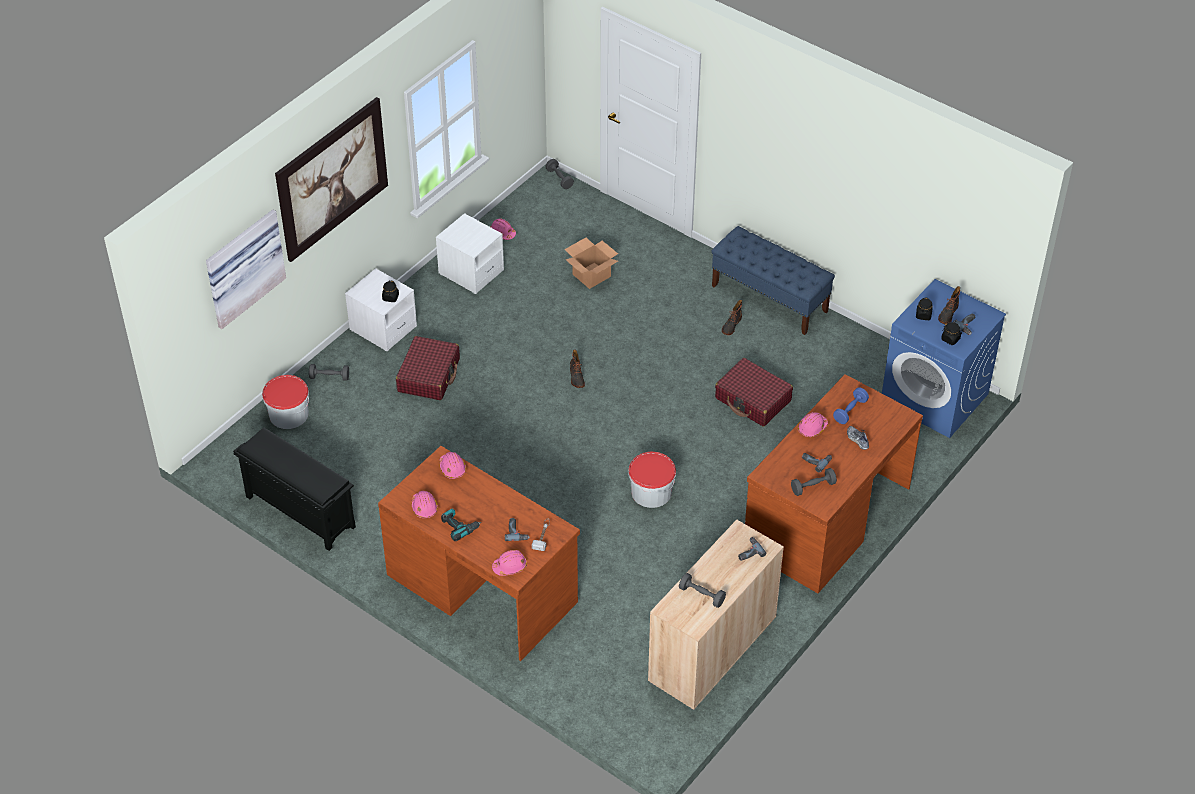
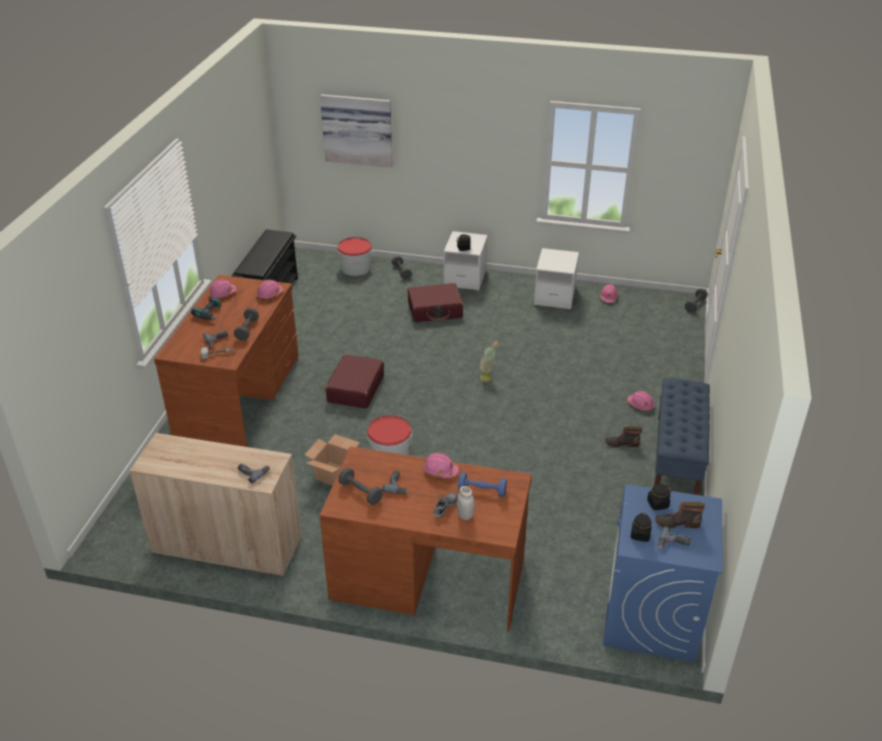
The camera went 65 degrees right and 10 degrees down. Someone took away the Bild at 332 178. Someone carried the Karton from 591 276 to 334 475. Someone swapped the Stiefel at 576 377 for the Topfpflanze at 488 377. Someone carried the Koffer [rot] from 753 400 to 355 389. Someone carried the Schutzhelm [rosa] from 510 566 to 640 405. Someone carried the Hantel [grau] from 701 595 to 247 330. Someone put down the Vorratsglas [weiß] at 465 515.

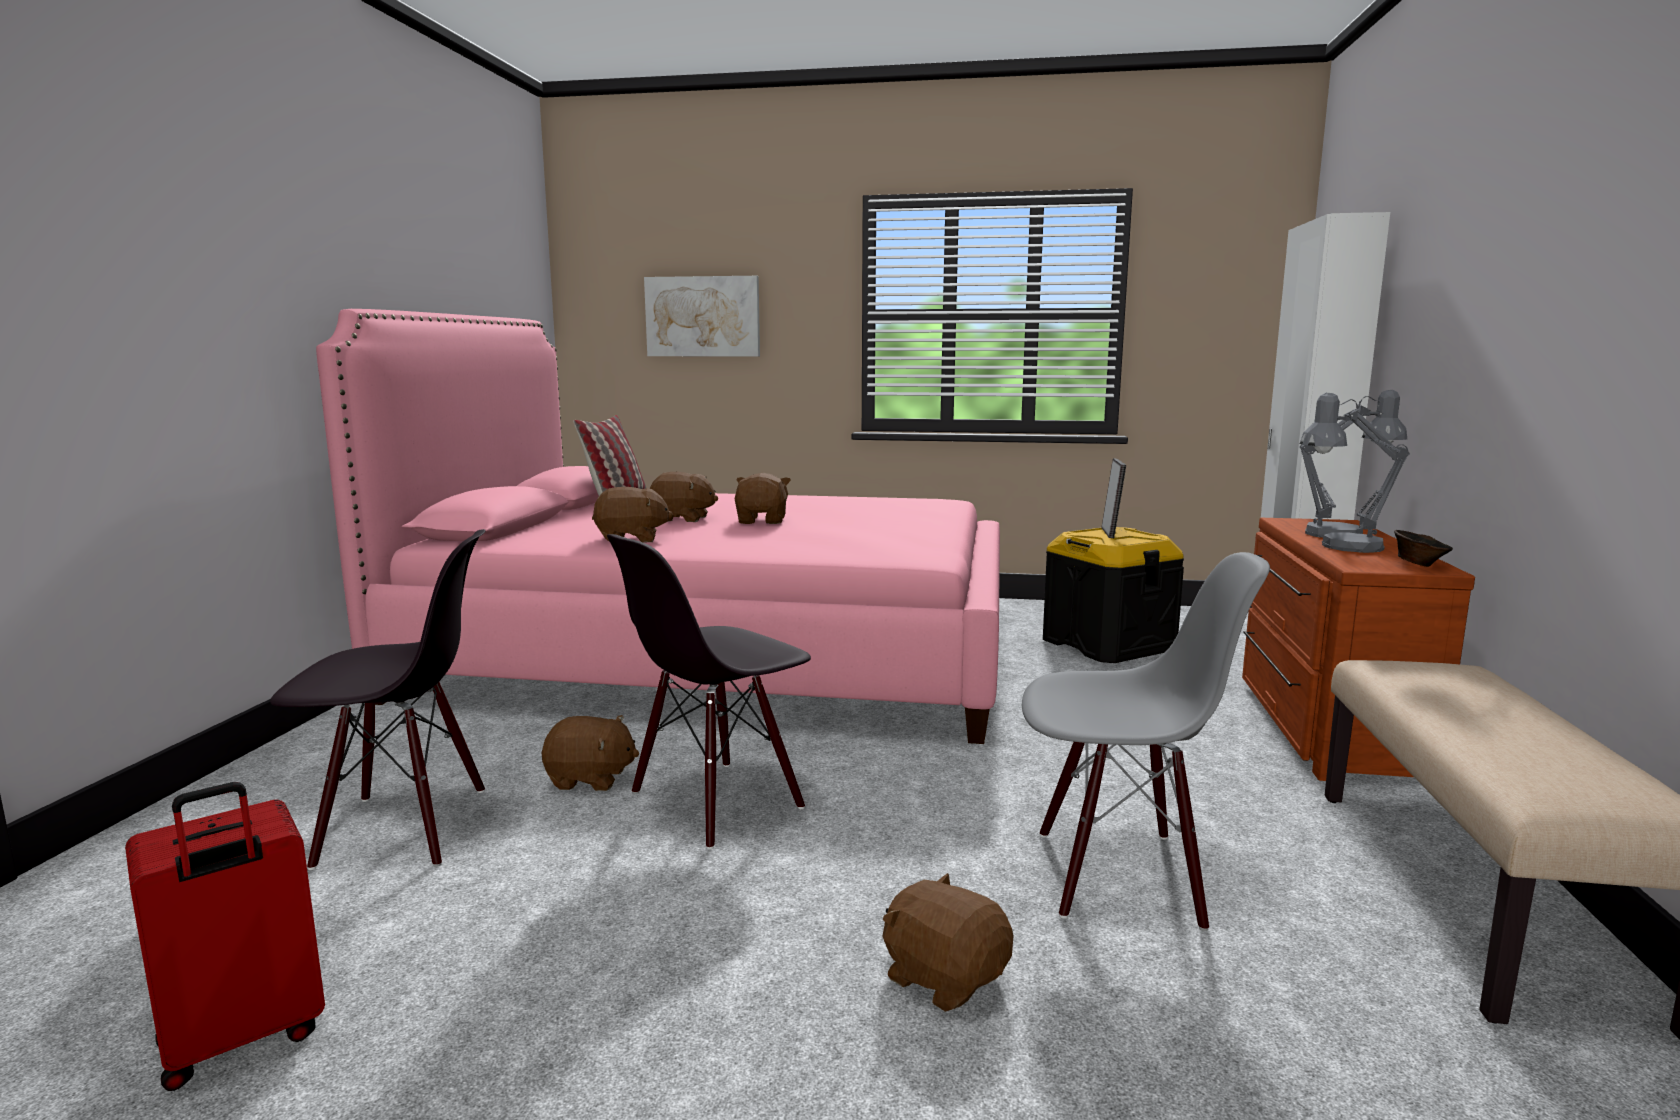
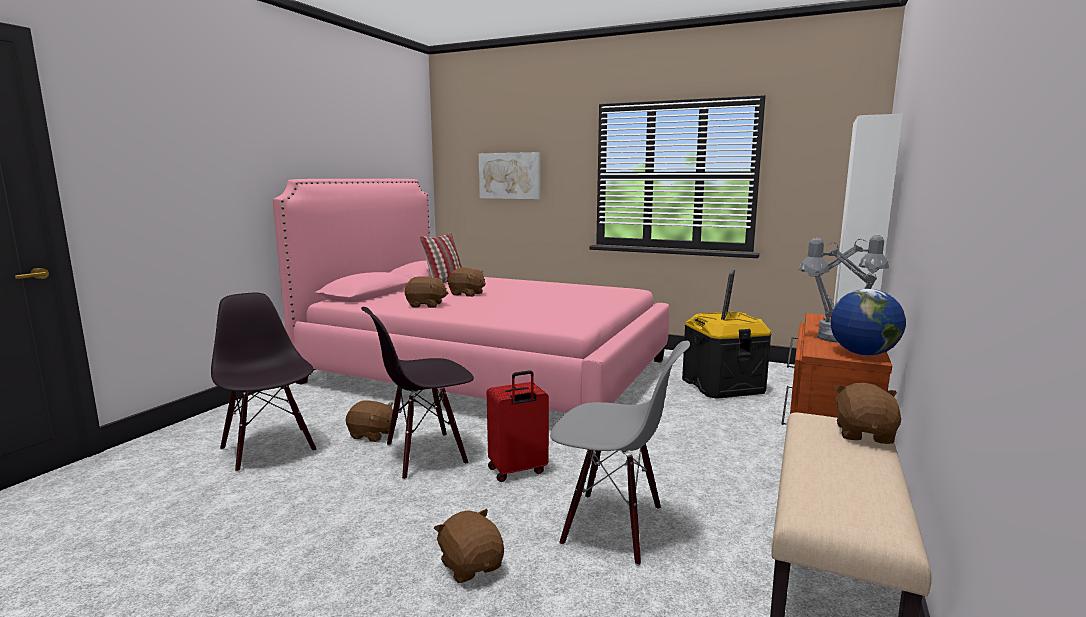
The camera went 15 degrees right and 0 degrees up. Someone carried the Plüschtier [braun] from 762 521 to 864 434. Someone rotated the Stuhl [schwarz] at 403 828 by 135 degrees counterclockwise. Someone swapped the Schüssel [braun] at 1418 565 for the Globus at 862 354. Someone carried the Koffer [rot] from 242 1040 to 517 471.

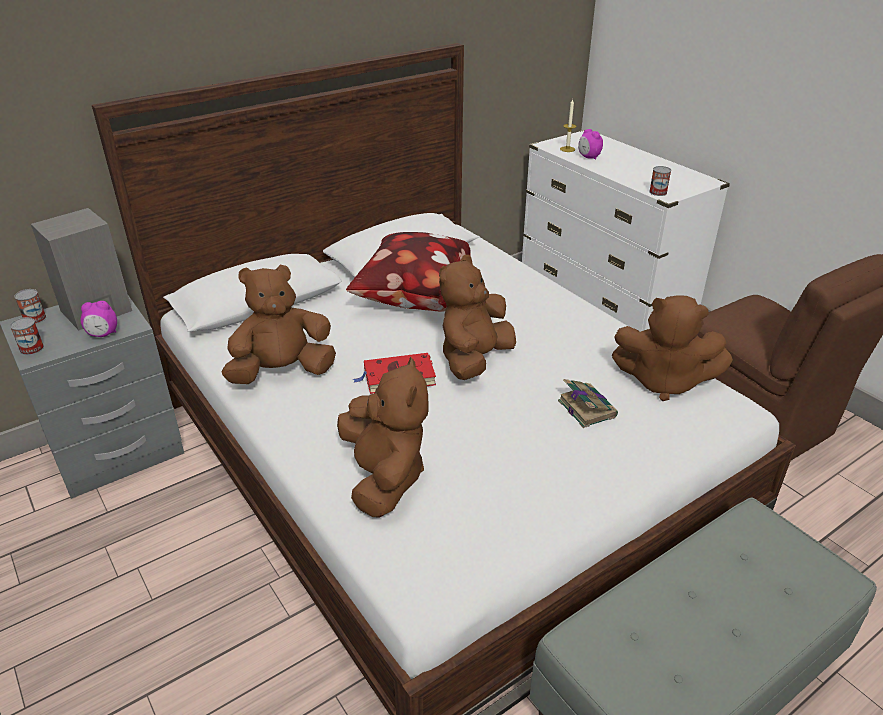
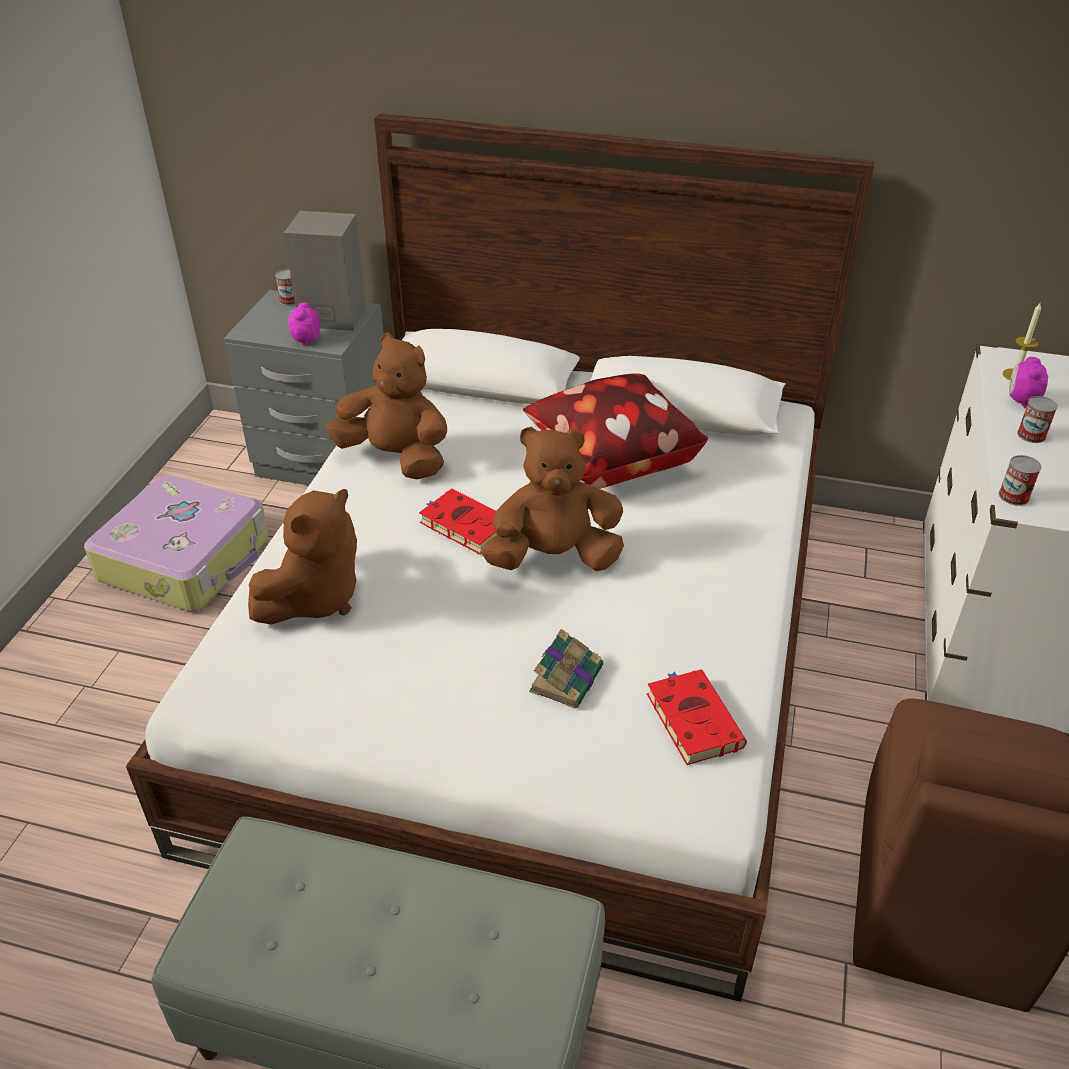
The camera went 50 degrees right and 5 degrees up. Someone swapped the Plüschtier [braun] at 663 381 for the Buch [rot] at 692 718. Someone rotated the Wecker at 103 334 by 60 degrees clockwise. Someone carried the Dose from 32 349 to 1031 435. Someone put down the Koffer at 187 559.

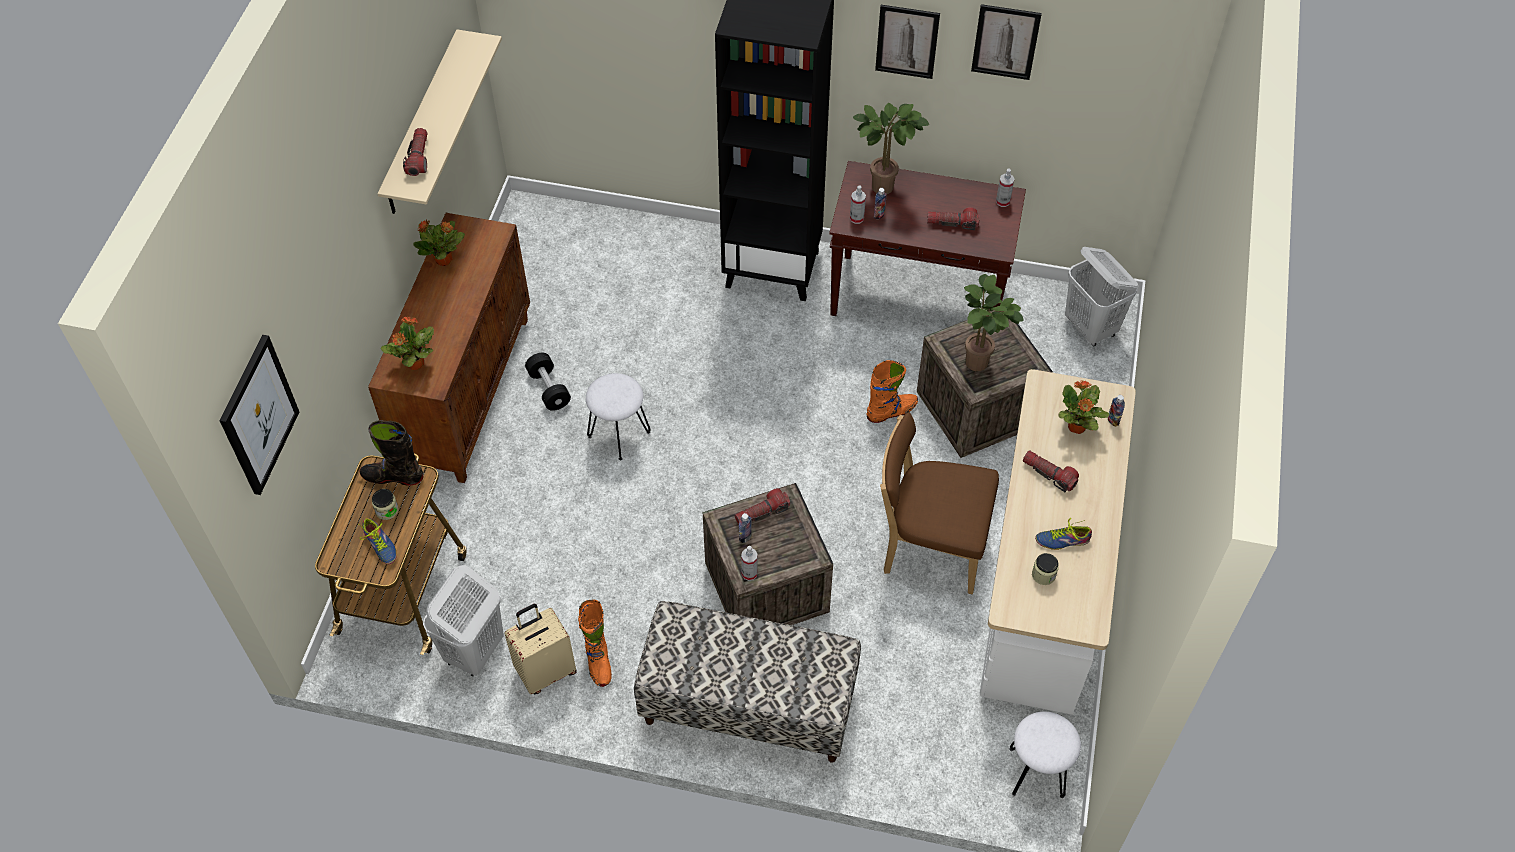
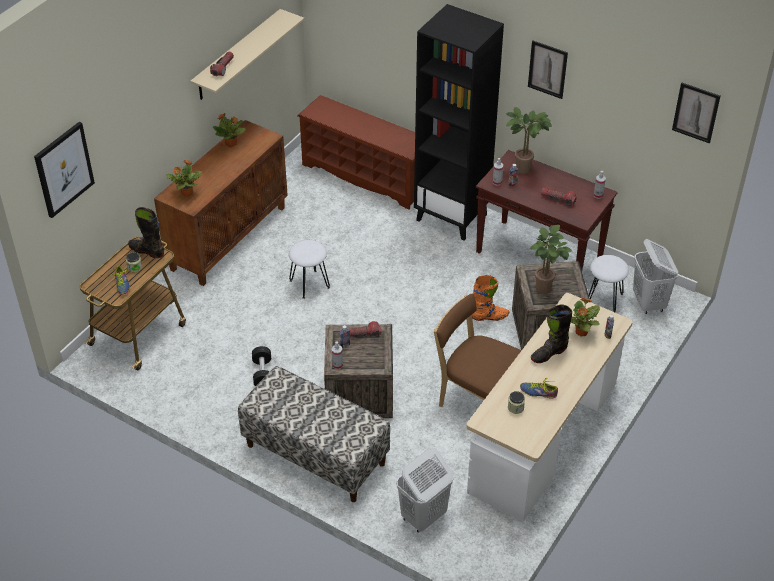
The camera went 20 degrees right and 10 degrees down. Someone carried the Bild from 1005 42 to 696 112. Someone carried the Hantel [schwarz] from 549 389 to 262 373. Someone swapped the Taschenlampe at 1049 474 for the Stiefel [schwarz] at 549 353. Someone carried the Wäschekorb [weiß] from 474 651 to 423 517. Someone took away the Stiefel [orange] at 598 661. Someone took away the Koffer [beige] at 546 671. Someone carried the Hocker [weiß] from 1036 773 to 604 299. Someone put down the Schuhregal [braun] at 366 176.

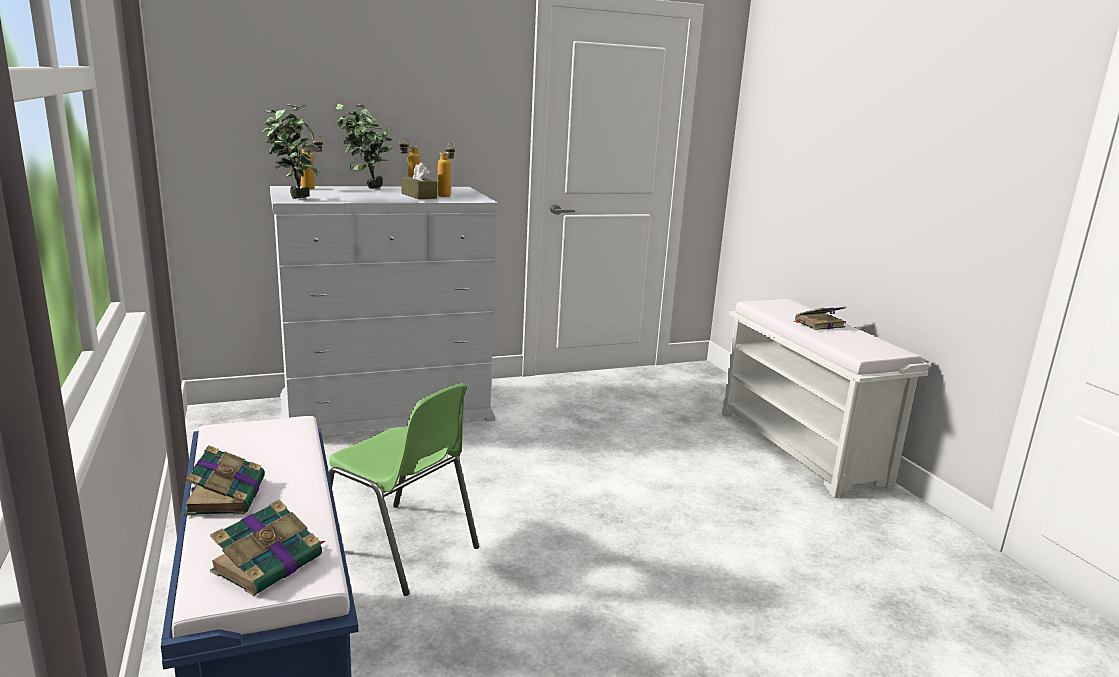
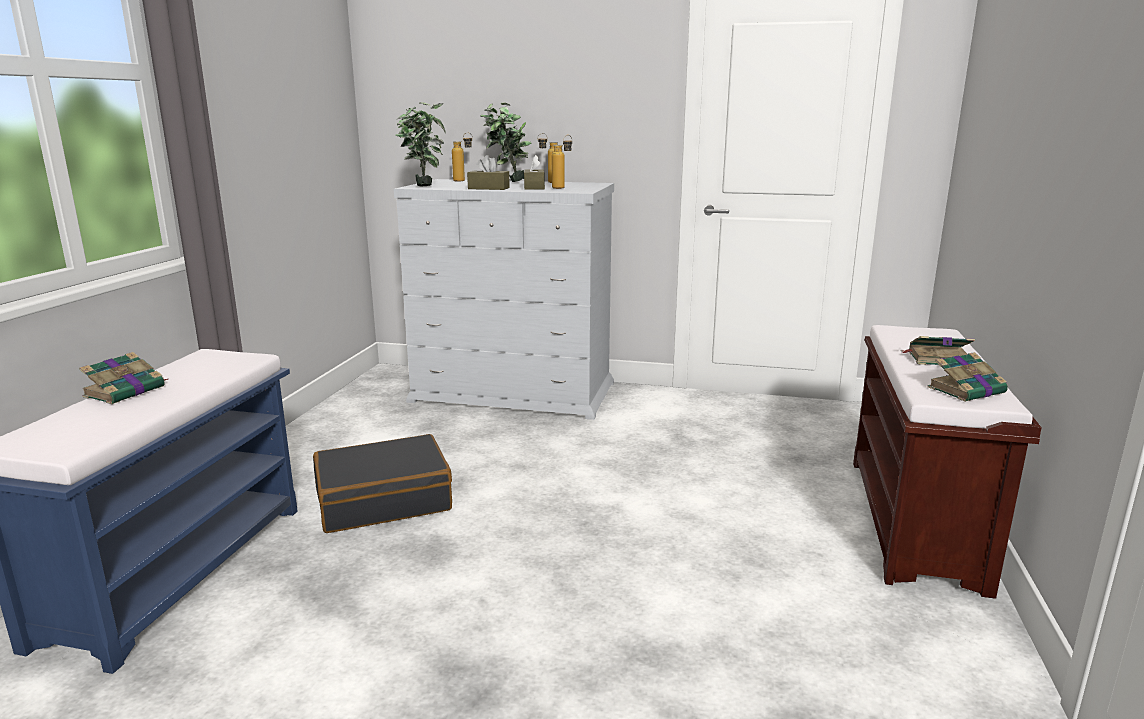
The camera went 35 degrees right and 0 degrees up. Someone repainted the Bank [weiß] at 802 448, which became the Bank [braun] at 915 521. Someone swapped the Stuhl [grün] at 400 549 for the Koffer [schwarz] at 383 500. Someone carried the Buch from 269 563 to 967 390. Someone put down the Taschentuchbox [braun] at 488 188.

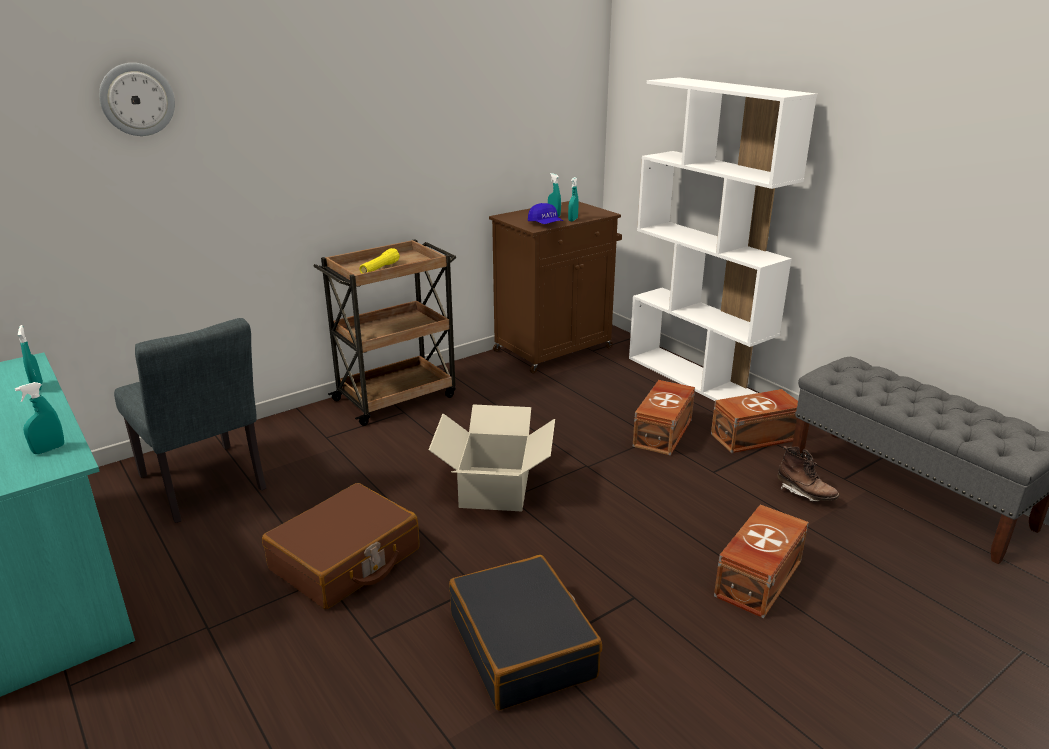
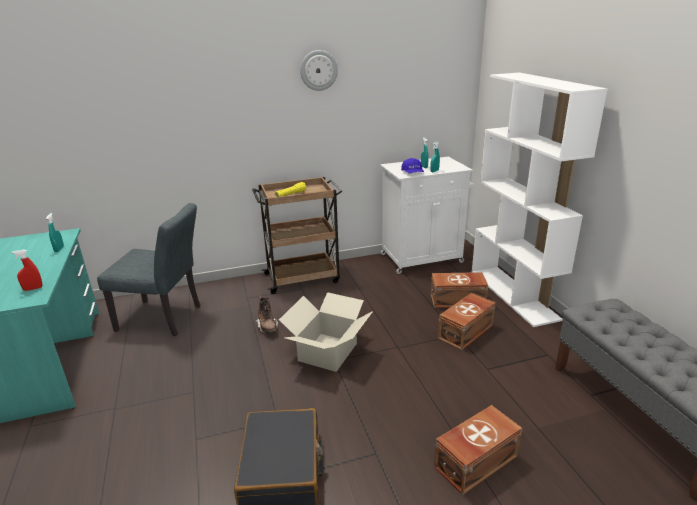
The camera went 20 degrees right and 0 degrees up. Someone carried the Wanduhr from 137 99 to 318 70. Someone repainted the Schrank [braun] at 555 349, which became the Schrank [weiß] at 423 258. Someone rotated the Stuhl [grau] at 206 487 by 60 degrees counterclockwise. Someone repainted the Sprühflasche [türkis] at 49 449, which became the Sprühflasche [rot] at 33 288. Someone carried the Aufbewahrungsbox [braun] from 756 437 to 458 301. Someone carried the Stiefel [braun] from 805 494 to 267 327. Someone took away the Koffer [braun] at 345 560.

